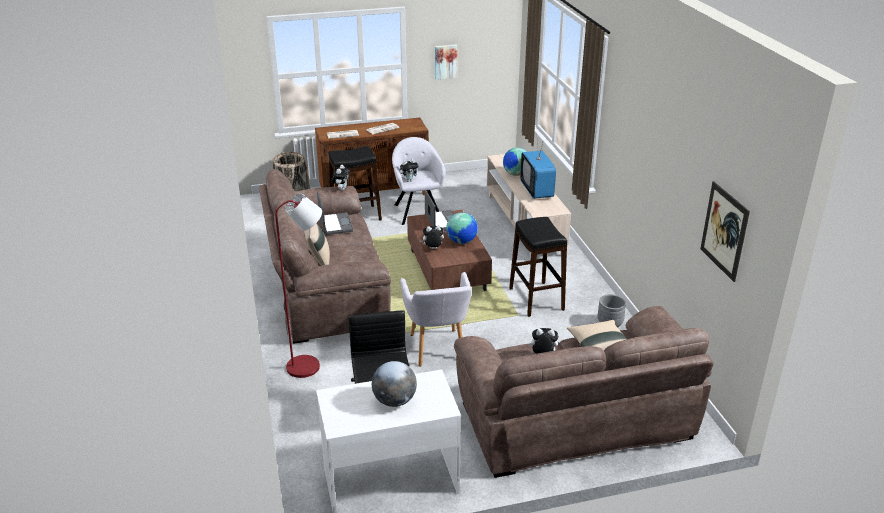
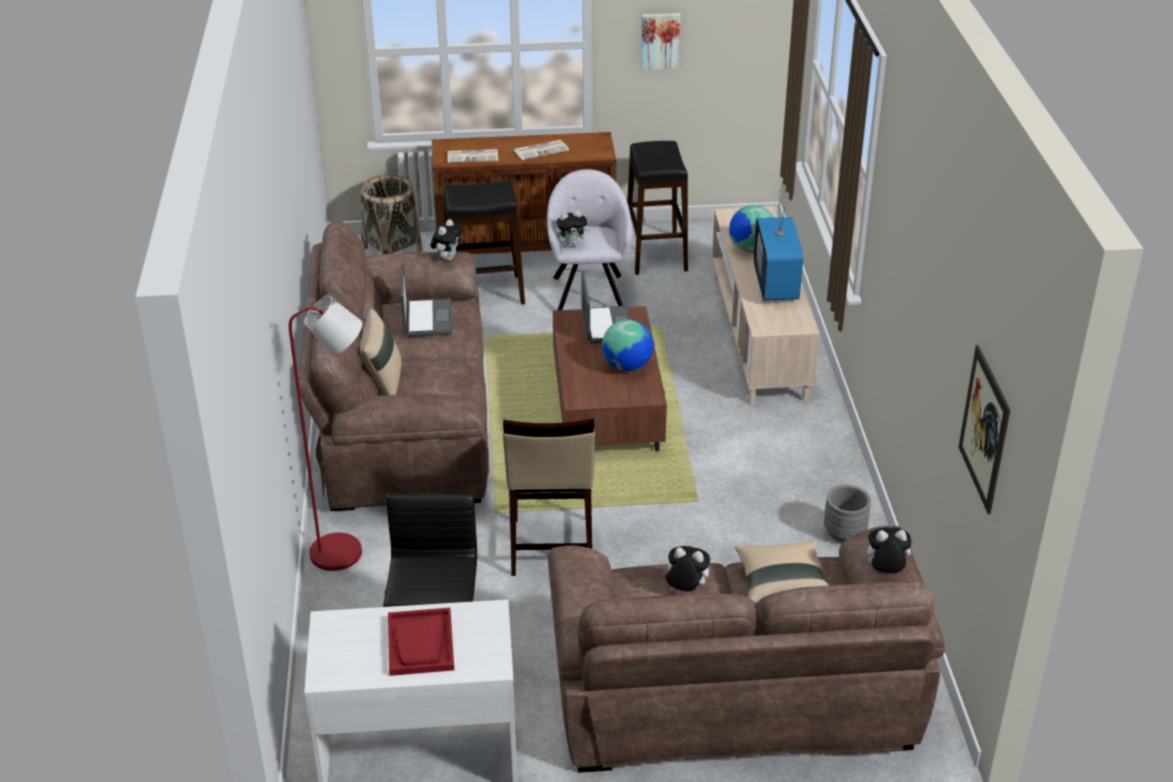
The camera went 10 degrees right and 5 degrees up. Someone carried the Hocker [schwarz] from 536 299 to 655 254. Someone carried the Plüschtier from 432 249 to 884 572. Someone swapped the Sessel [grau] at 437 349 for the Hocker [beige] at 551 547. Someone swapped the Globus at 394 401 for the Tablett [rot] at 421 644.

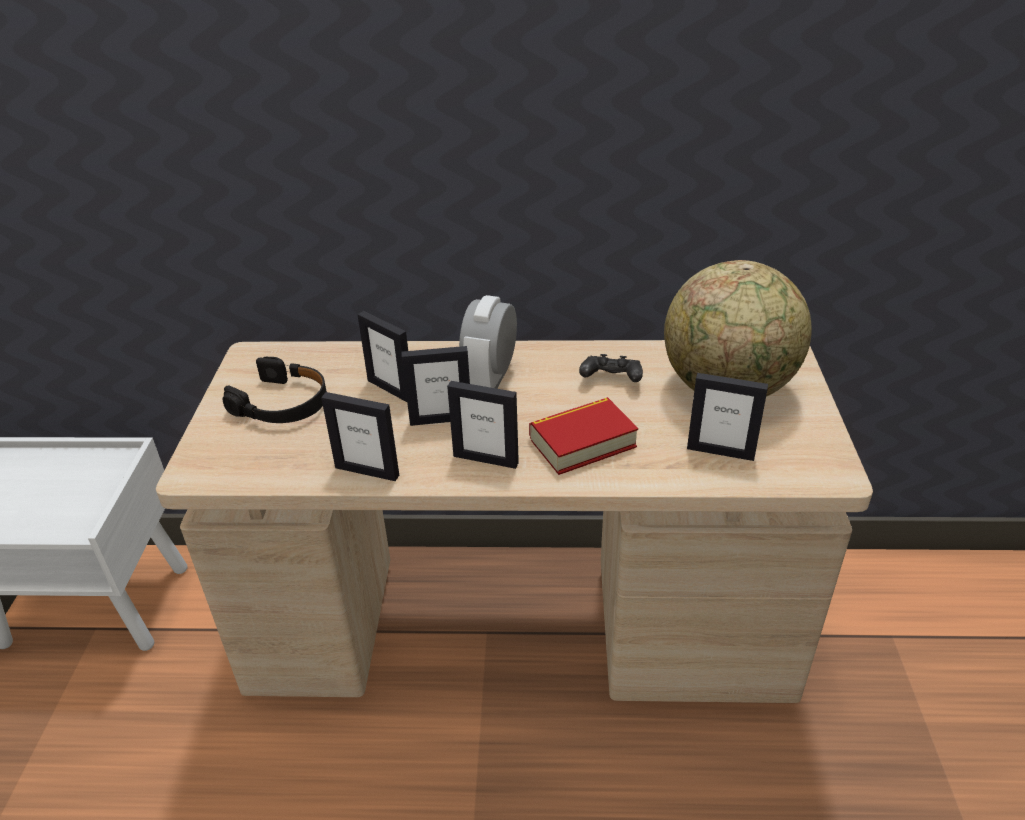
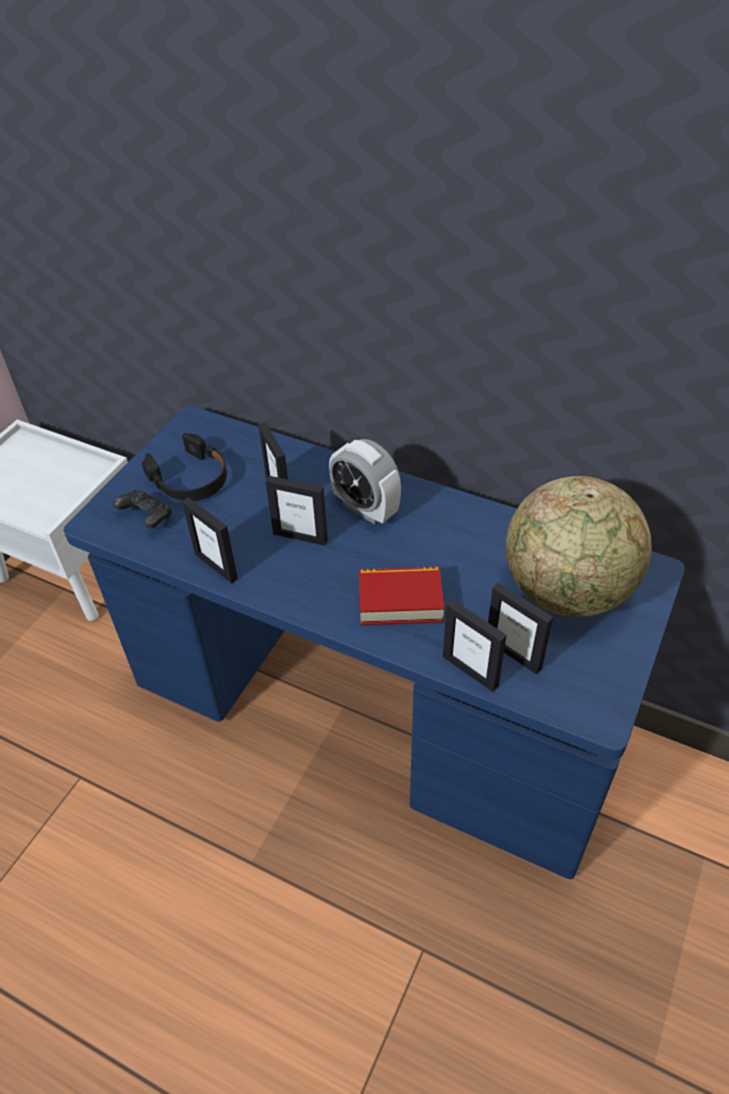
The camera went 25 degrees right and 10 degrees up. Someone rotated the Wecker at 491 378 by 90 degrees counterclockwise. Someone repainted the Schreibtisch [beige] at 519 629, which became the Schreibtisch [blau] at 371 714. Someone carried the Gamepad [schwarz] from 611 380 to 147 517. Someone carried the Bilderrahmen from 486 459 to 470 671.

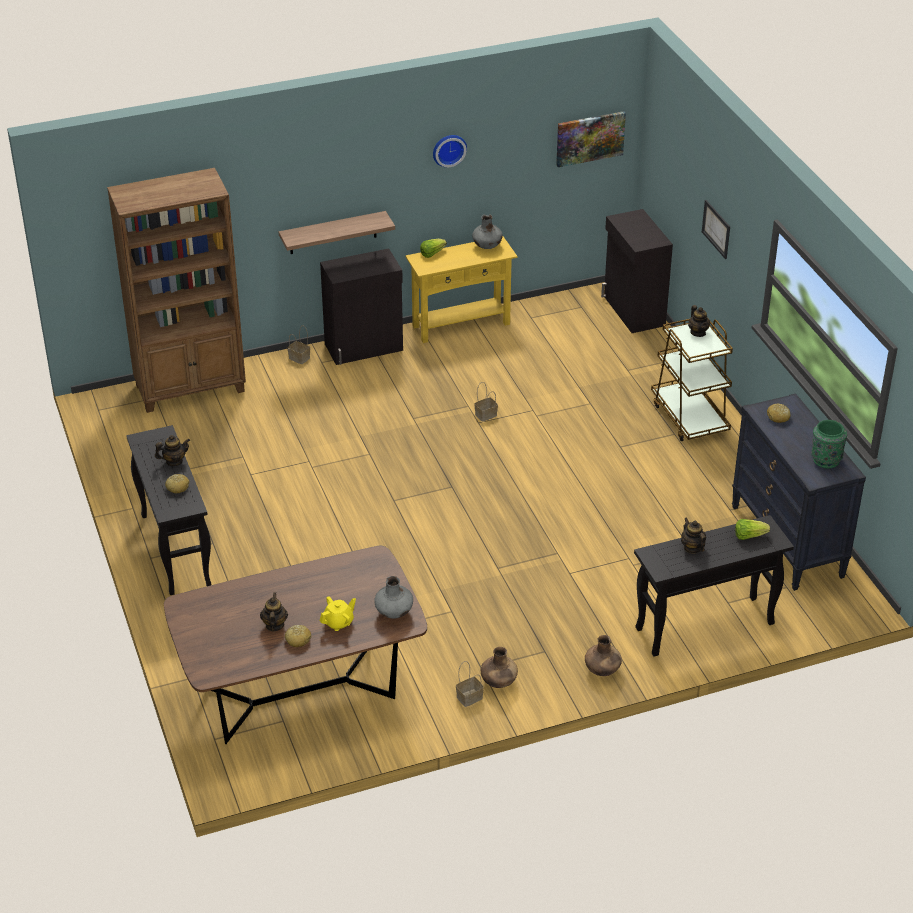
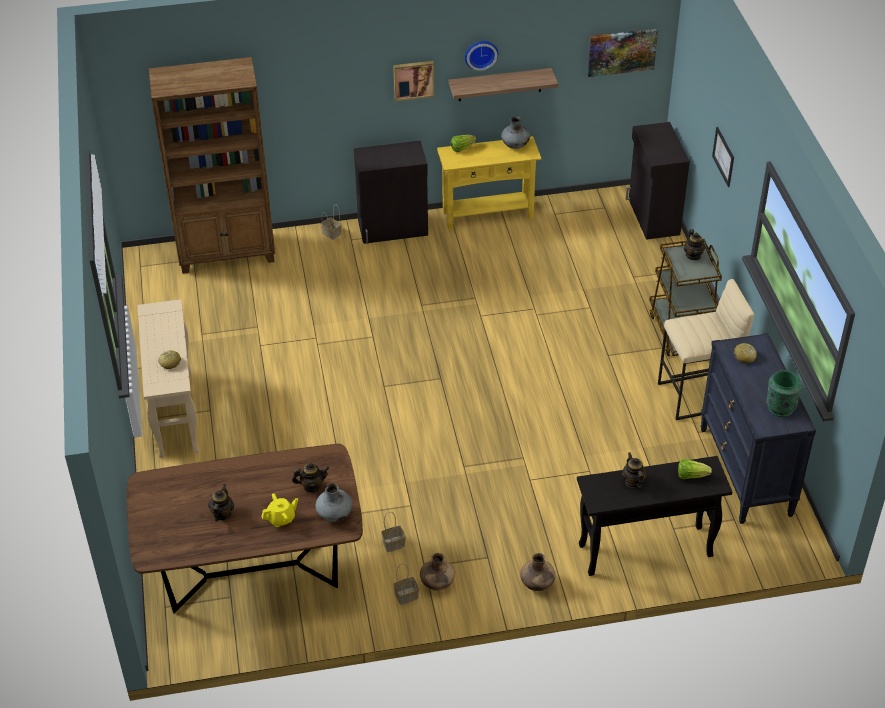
The camera went 10 degrees right and 5 degrees up. Someone carried the Wandregal from 333 233 to 500 84. Someone carried the Korb from 485 415 to 393 544. Someone repainted the Konsolentisch [schwarz] at 175 549, which became the Konsolentisch [beige] at 175 412. Someone carried the Teekanne from 174 461 to 311 486. Someone took away the Brot at 298 639. Someone put up the Bild at 413 79. Someone put down the Hocker [beige] at 697 396.

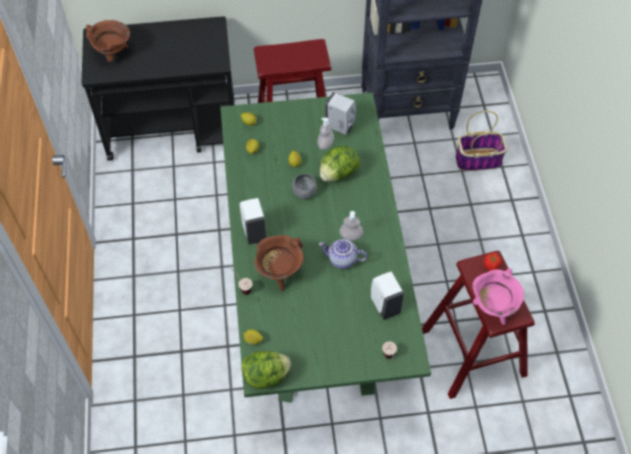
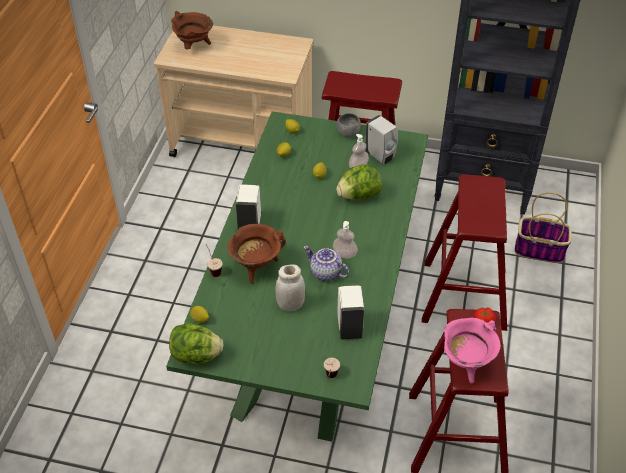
The camera went 20 degrees right and 10 degrees down. Someone repainted the Rollwagen [schwarz] at 174 129, which became the Rollwagen [beige] at 243 145. Someone carried the Schüssel [grau] from 304 192 to 348 133. Someone put down the Hocker [rot] at 464 295. Someone put down the Vorratsglas [weiß] at 290 305.

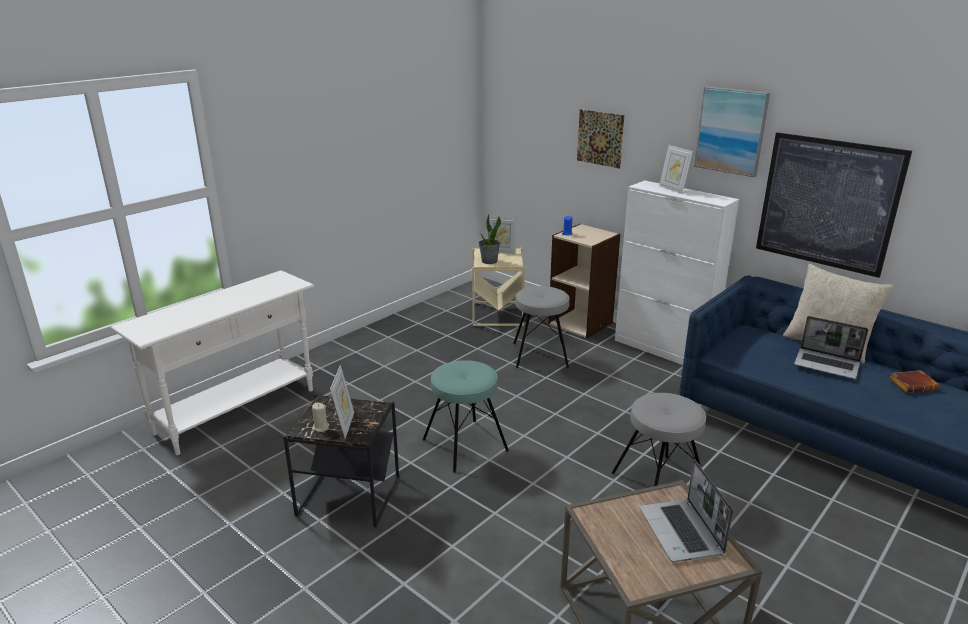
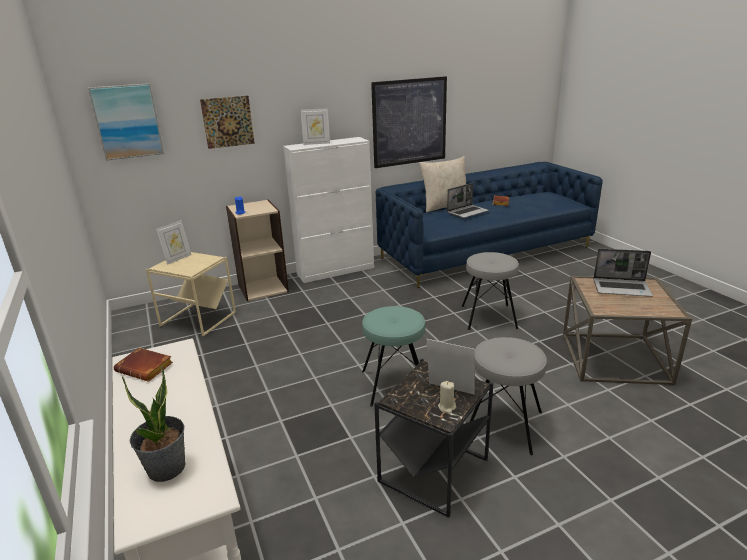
The camera went 65 degrees left and 0 degrees up. Someone carried the Bild from 731 131 to 127 121. Someone carried the Topfpflanze from 489 261 to 167 468. Someone carried the Hocker [grau] from 540 355 to 503 424. Someone put down the Buch [braun] at 146 368.

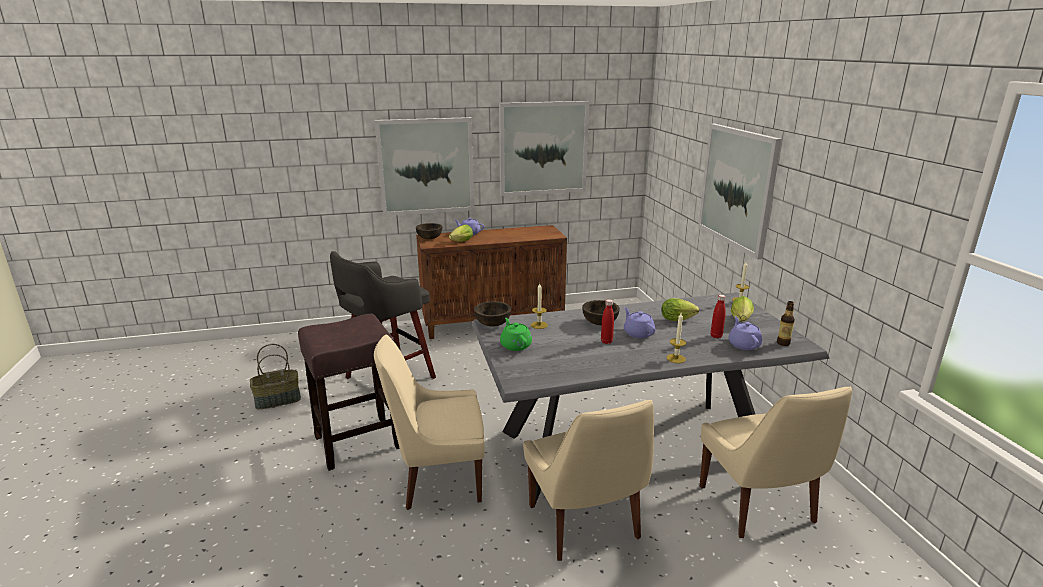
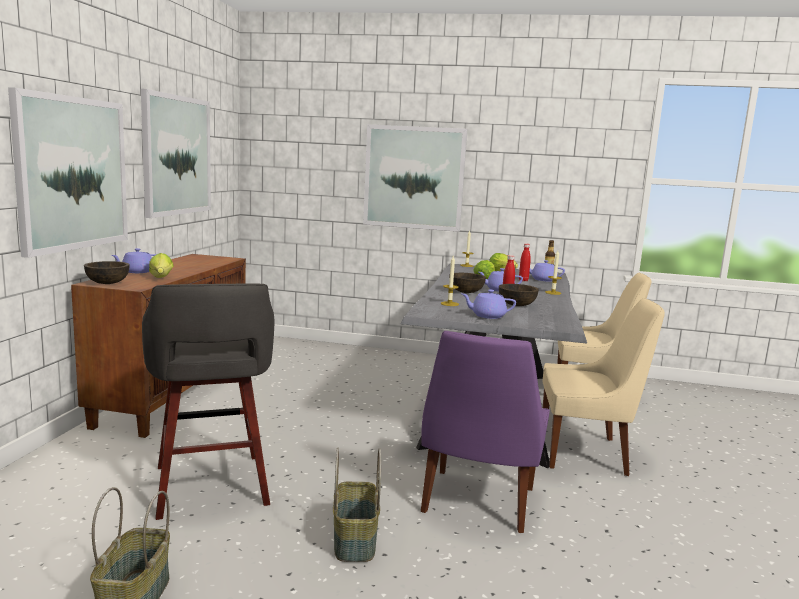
The camera went 65 degrees left and 10 degrees down. Someone carried the Schüssel [braun] from 492 324 to 517 305. Someone swapped the Hocker [braun] at 359 442 for the Korb at 353 539. Someone repainted the Teekanne [grün] at 515 345, which became the Teekanne [lila] at 487 316. Someone repainted the Stuhl [beige] at 438 479, which became the Stuhl [lila] at 477 503.

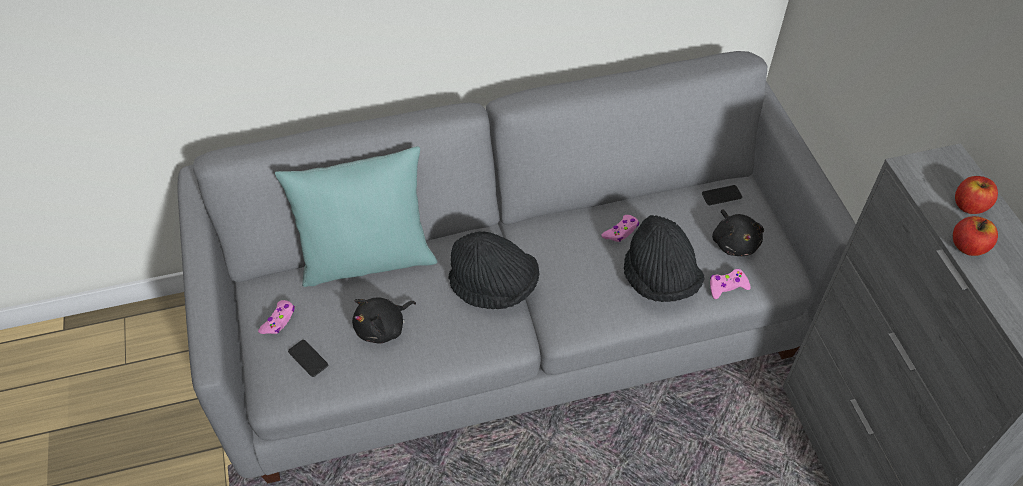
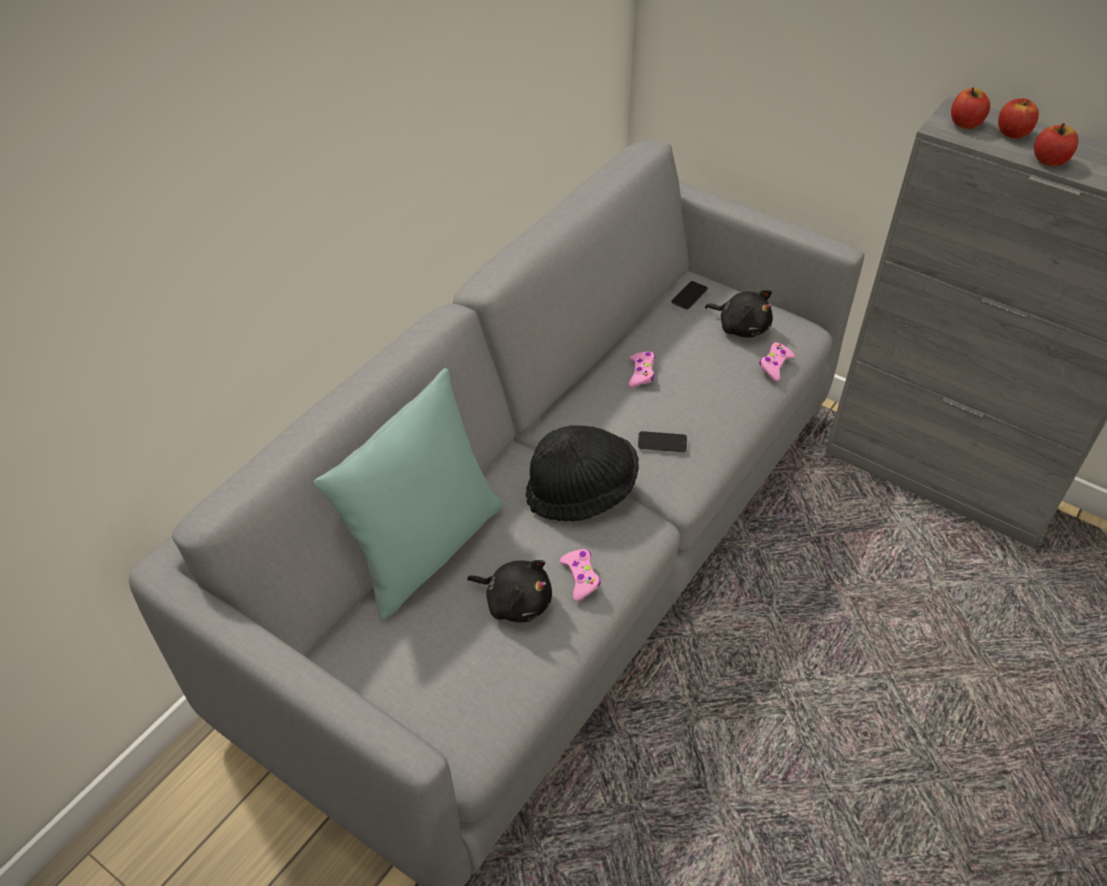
The camera went 40 degrees left and 5 degrees down. Someone took away the Hut [schwarz] at 659 279. Someone rotated the Plüschtier [schwarz] at 383 327 by 75 degrees counterclockwise. Someone carried the Gamepad [rosa] from 279 320 to 580 577. Someone carried the Handy from 308 358 to 662 442. Someone put down the Apfel at 965 124.

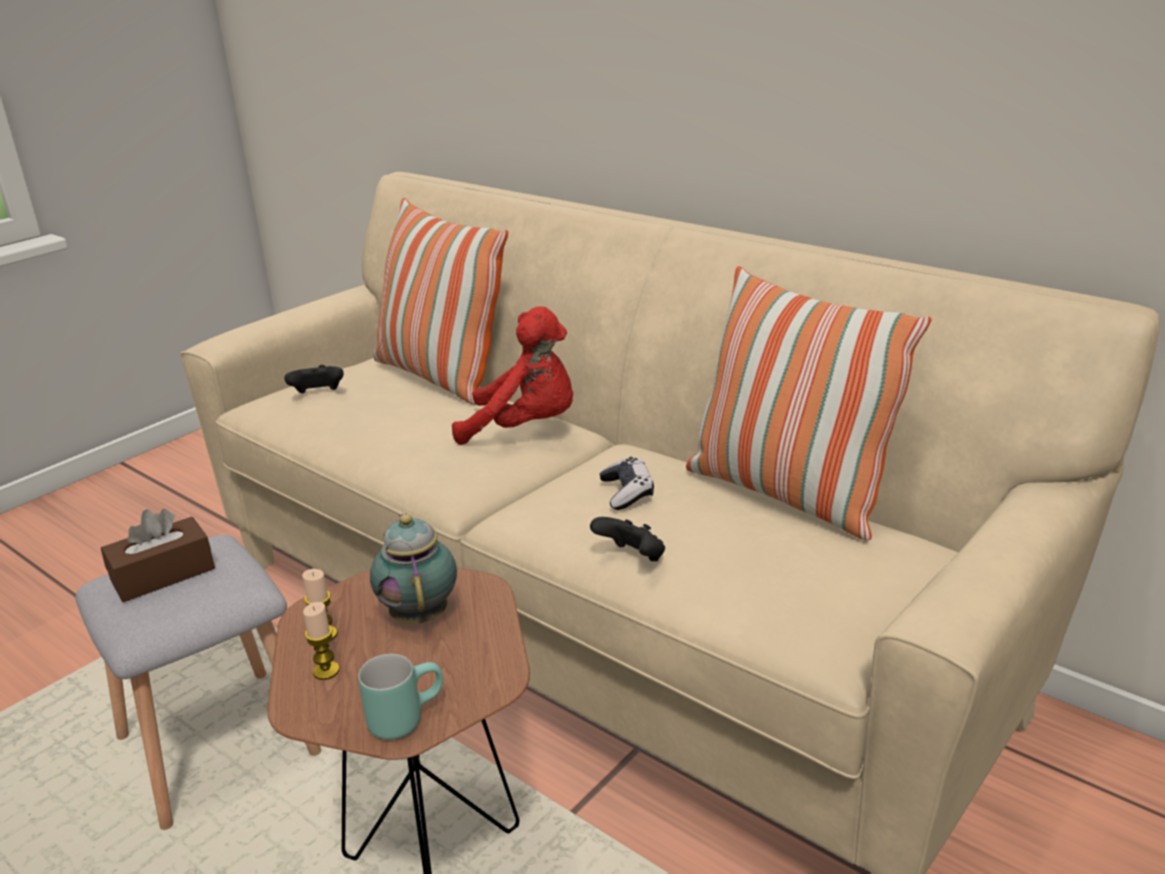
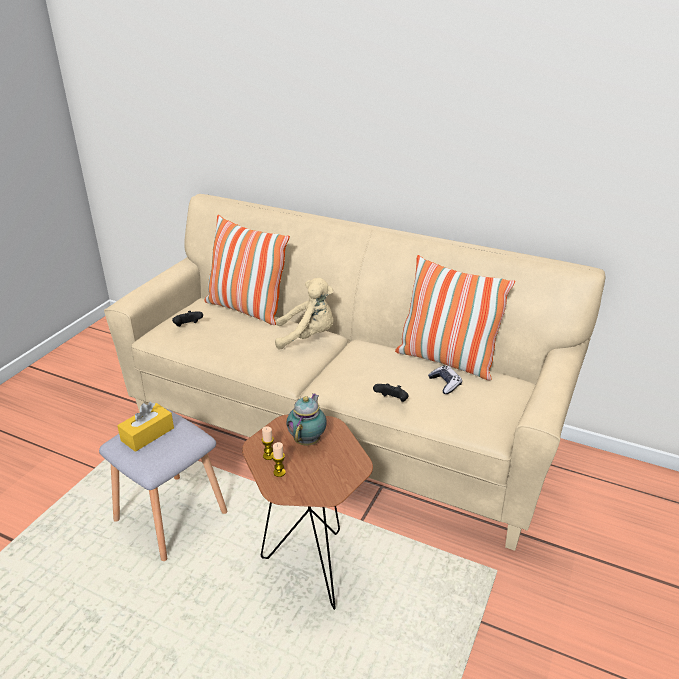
The camera went 15 degrees left and 5 degrees up. Someone repainted the Plüschtier [rot] at 525 428, which became the Plüschtier [beige] at 308 337. Someone carried the Gamepad from 627 492 to 445 384. Someone repainted the Taschentuchbox [braun] at 163 574, which became the Taschentuchbox [gelb] at 147 434. Someone rotated the Teekanne at 420 613 by 45 degrees clockwise. Someone took away the Henkelbecher [türkis] at 405 716.

